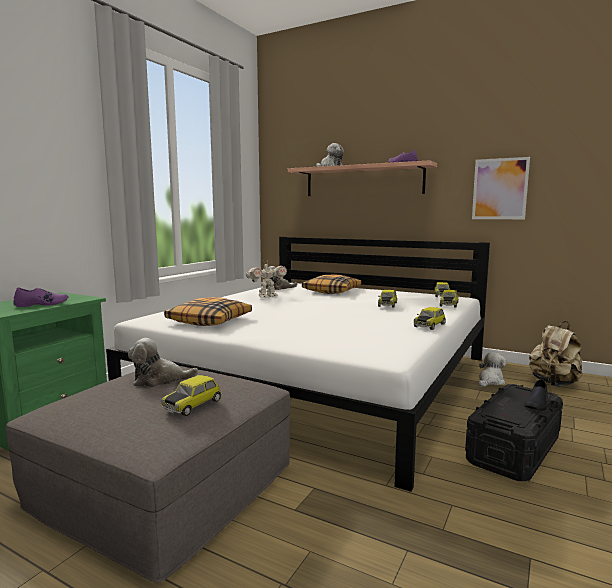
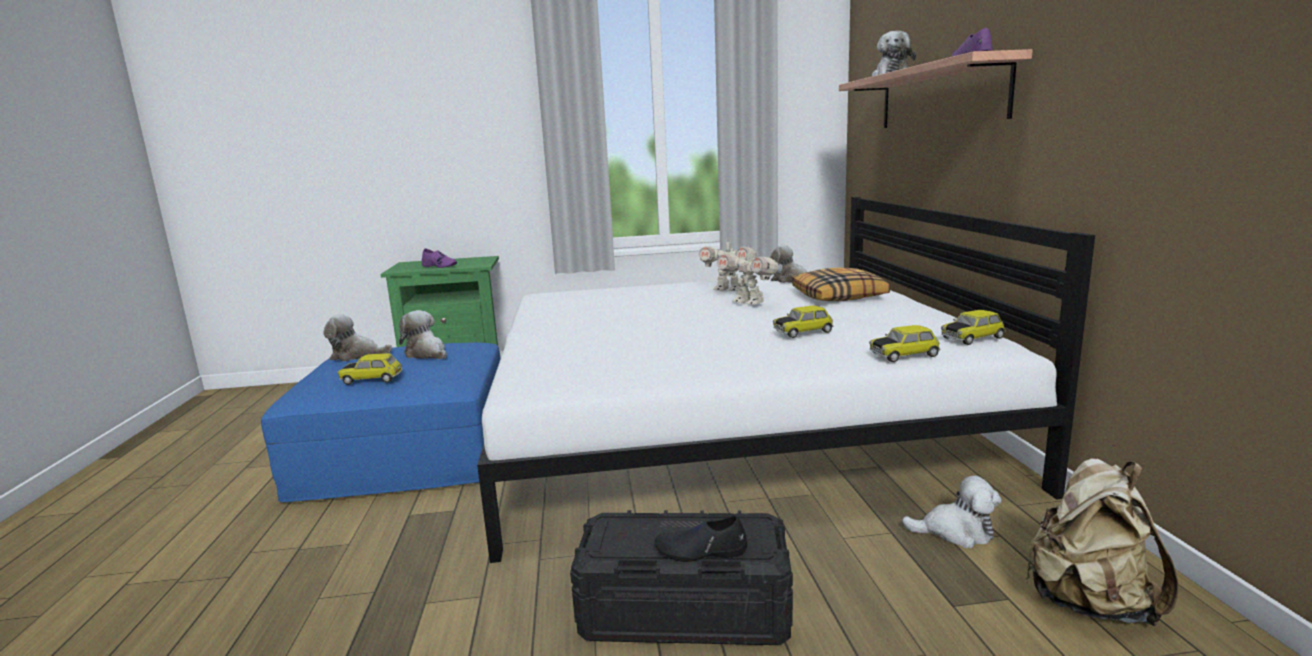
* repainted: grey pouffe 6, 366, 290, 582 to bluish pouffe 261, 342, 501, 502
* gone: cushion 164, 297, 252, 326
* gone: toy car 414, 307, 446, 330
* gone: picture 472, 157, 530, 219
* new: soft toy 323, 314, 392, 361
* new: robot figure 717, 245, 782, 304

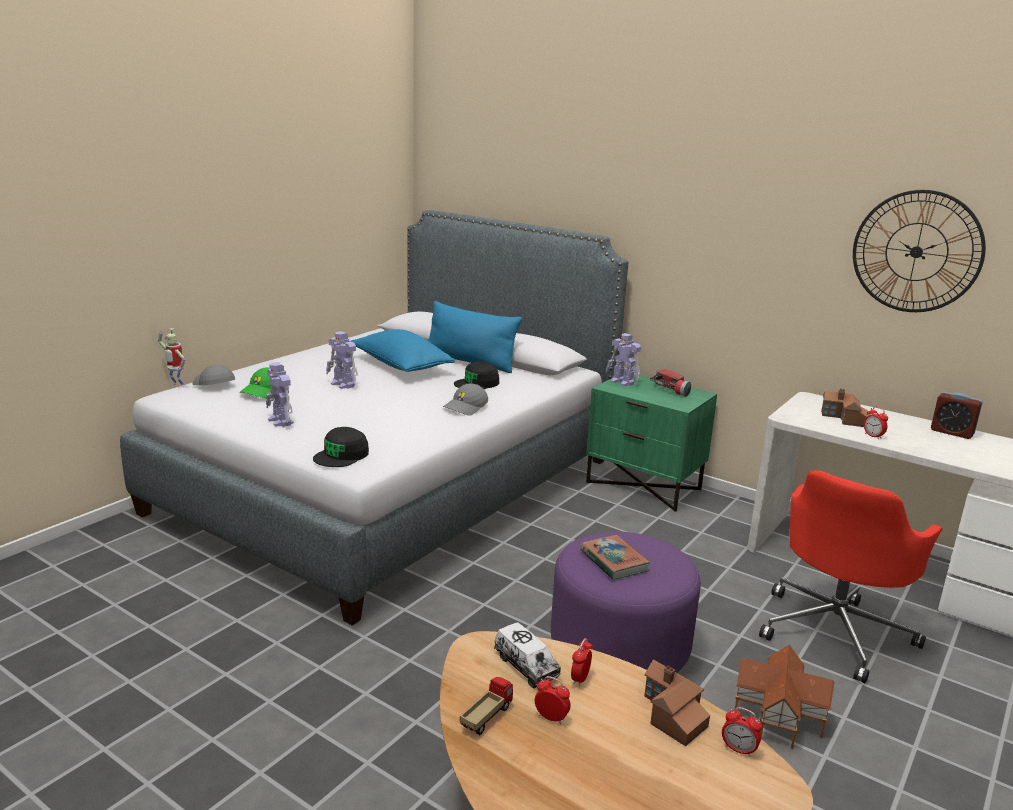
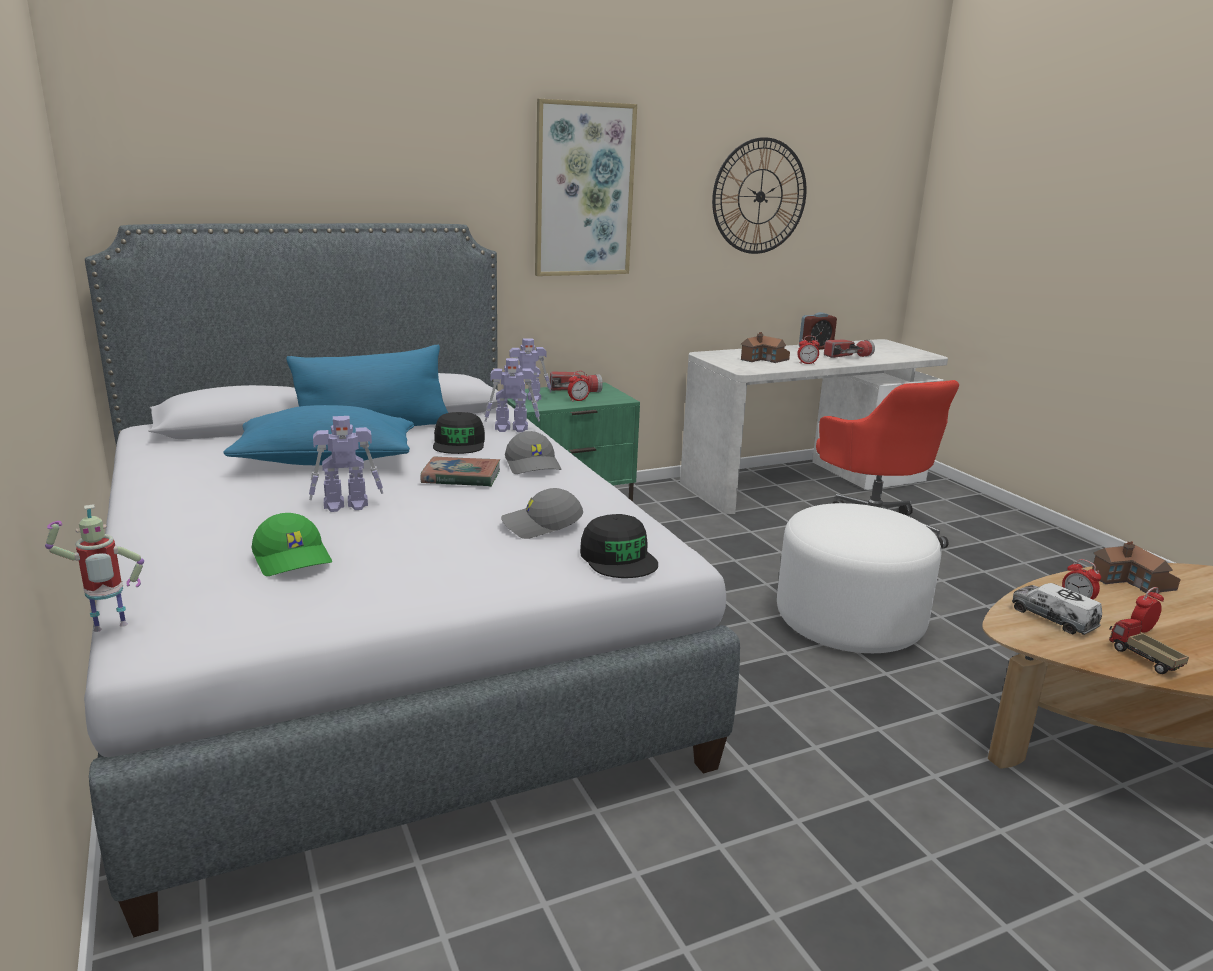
* shifted: grey peaked cap 193, 365, 235, 386 to 501, 488, 583, 539
* shifted: robot figure 266, 362, 294, 427 to 485, 358, 540, 432
* rotated: model truck 494, 622, 561, 688 = 1012, 583, 1102, 635 120 degrees counterclockwise
* repainted: purple-coloured pouffe 551, 532, 701, 673 to white pouffe 777, 503, 942, 653
* shifted: volume 580, 535, 651, 580 to 421, 456, 500, 487
* shifted: alarm clock 722, 707, 762, 757 to 568, 371, 590, 402
* gone: toy house 735, 645, 835, 749
* new: picture 535, 99, 637, 276
* new: torch 824, 339, 875, 358

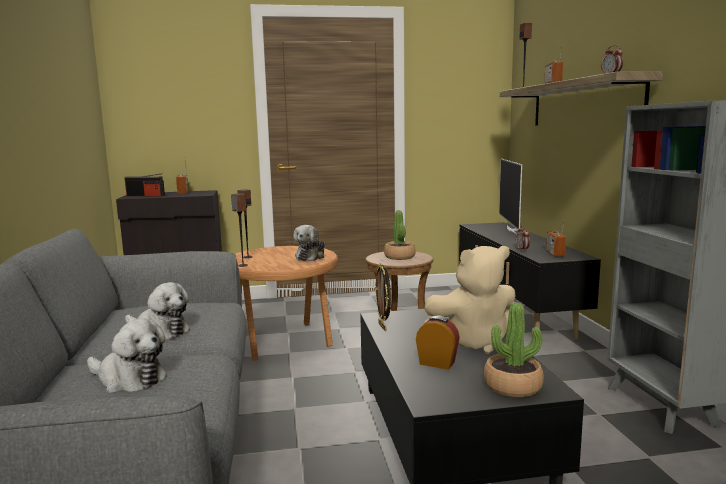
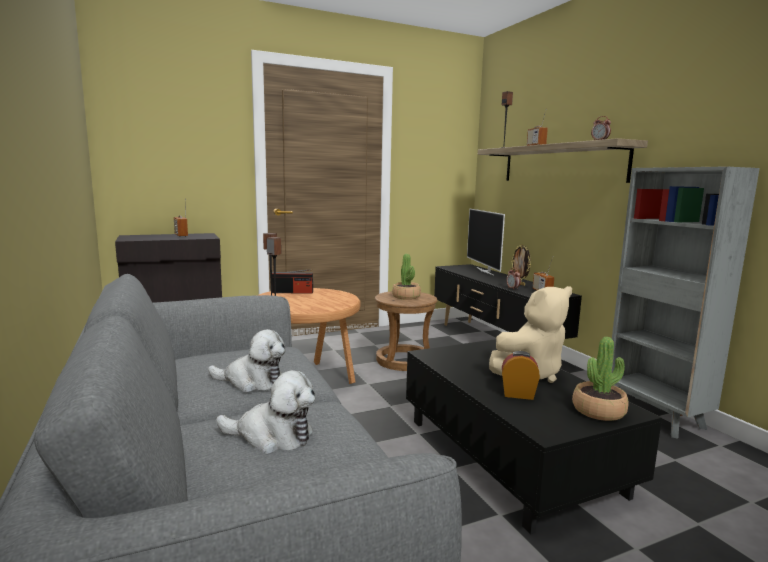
* shifted: radio 125, 173, 165, 196 to 272, 269, 313, 294
* gone: soft toy 294, 225, 325, 261
* shifted: standing frame 375, 263, 391, 331 to 511, 244, 531, 286

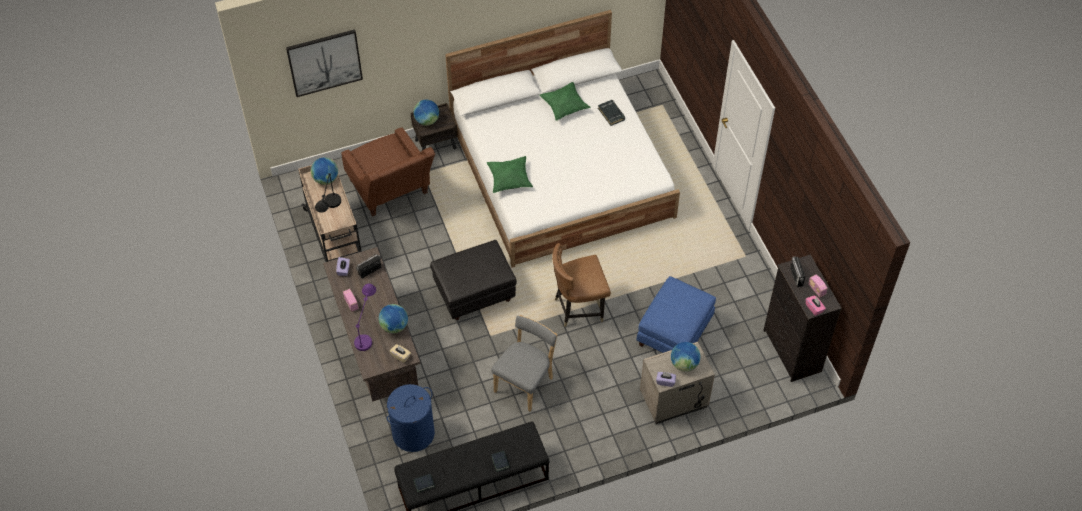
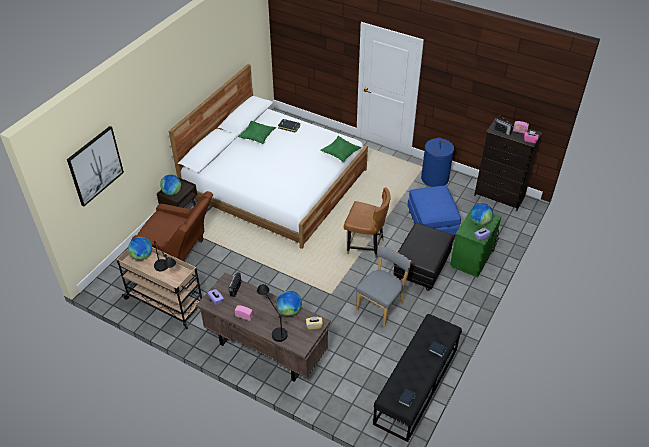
* repainted: purple-coloured table lamp 354, 283, 376, 351 to black-coloured table lamp 257, 284, 288, 342
* shifted: bluish washing basket 387, 384, 435, 452 to 421, 137, 454, 187
* shifted: black-coloured pouffe 430, 240, 517, 320 to 394, 222, 454, 291
* shifted: green-coloured cushion 487, 156, 533, 193 to 321, 136, 362, 162
* rotated: grey chair 491, 315, 557, 411 = 356, 246, 412, 327 45 degrees clockwise
* rotated: brownish chair 552, 243, 611, 327 = 344, 187, 391, 259 105 degrees counterclockwise
* repainted: beige-coloured nightstand 640, 342, 715, 424 to green-coloured nightstand 450, 206, 501, 277

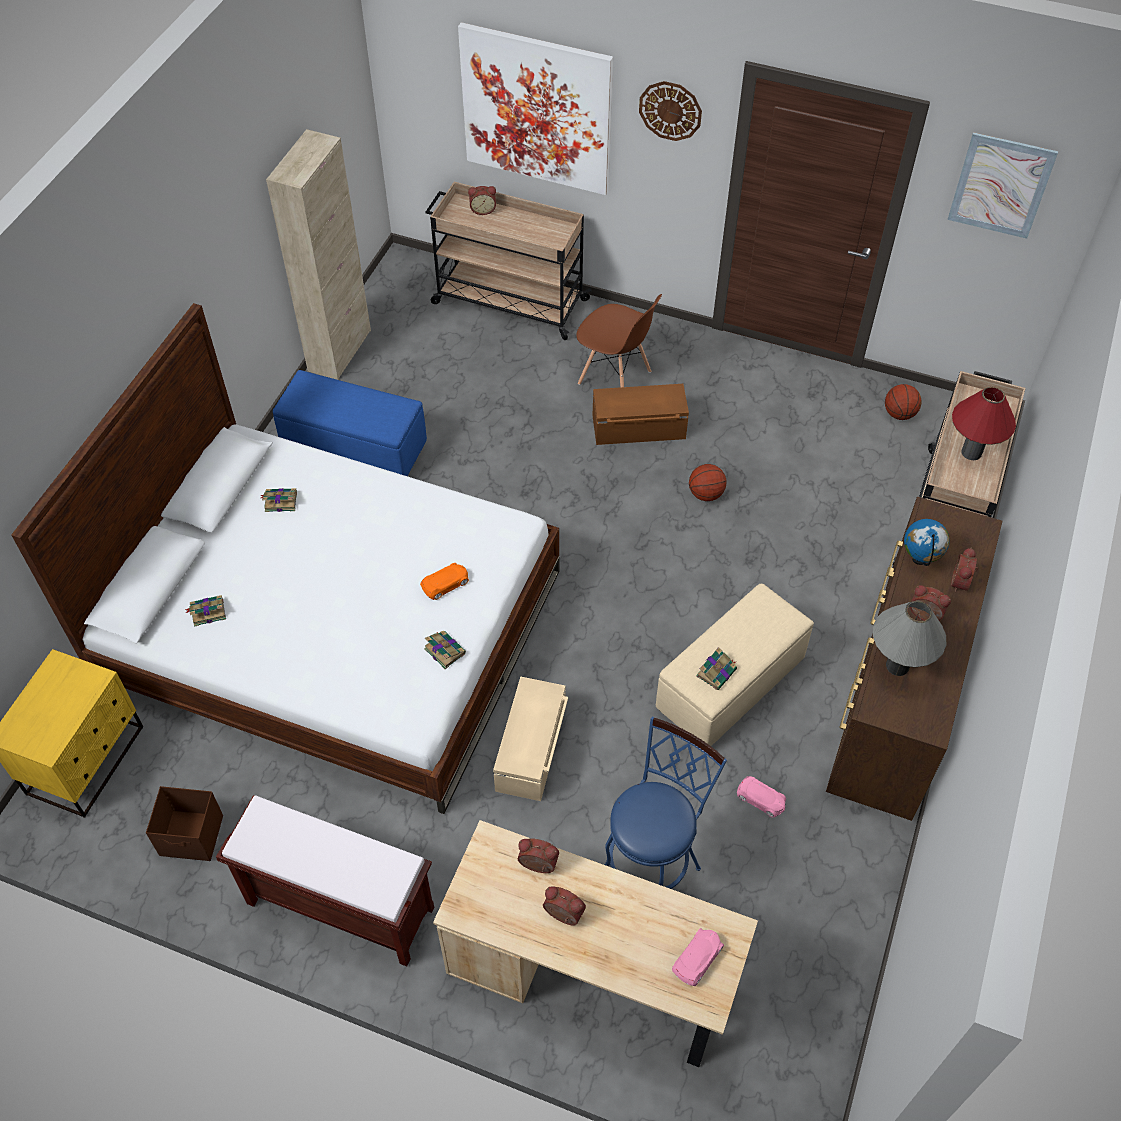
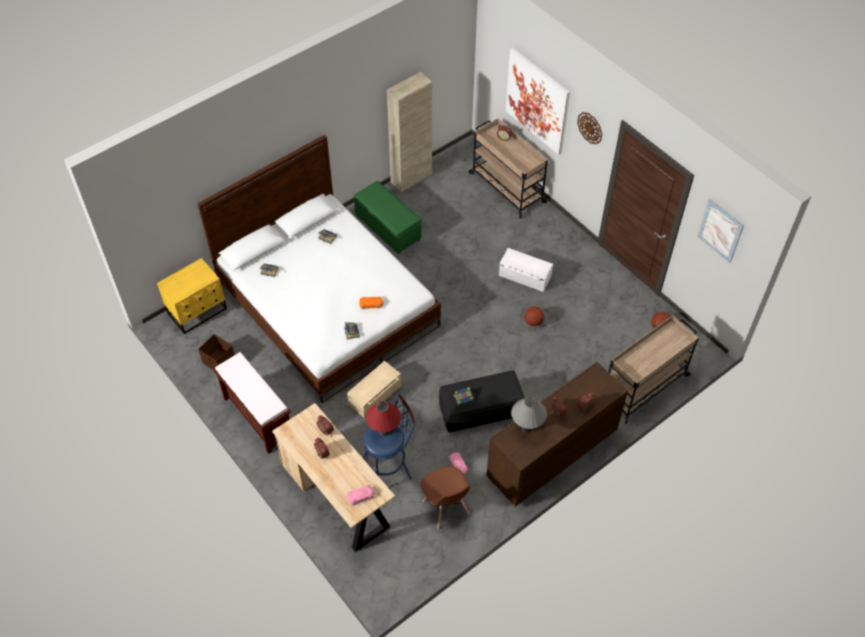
* repainted: bluish pouffe 273, 370, 427, 476 to green-coloured pouffe 354, 181, 422, 254
* shifted: brownish chair 576, 294, 662, 387 to 421, 466, 470, 529
* repainted: brownish storage box 593, 384, 689, 445 to white storage box 499, 248, 553, 292
* repainted: beige-coloured pouffe 656, 584, 814, 746 to black-coloured pouffe 439, 370, 525, 433
* gone: desk globe 904, 519, 949, 566
* shifted: red-coloured table lamp 952, 387, 1016, 460 to 366, 401, 401, 436

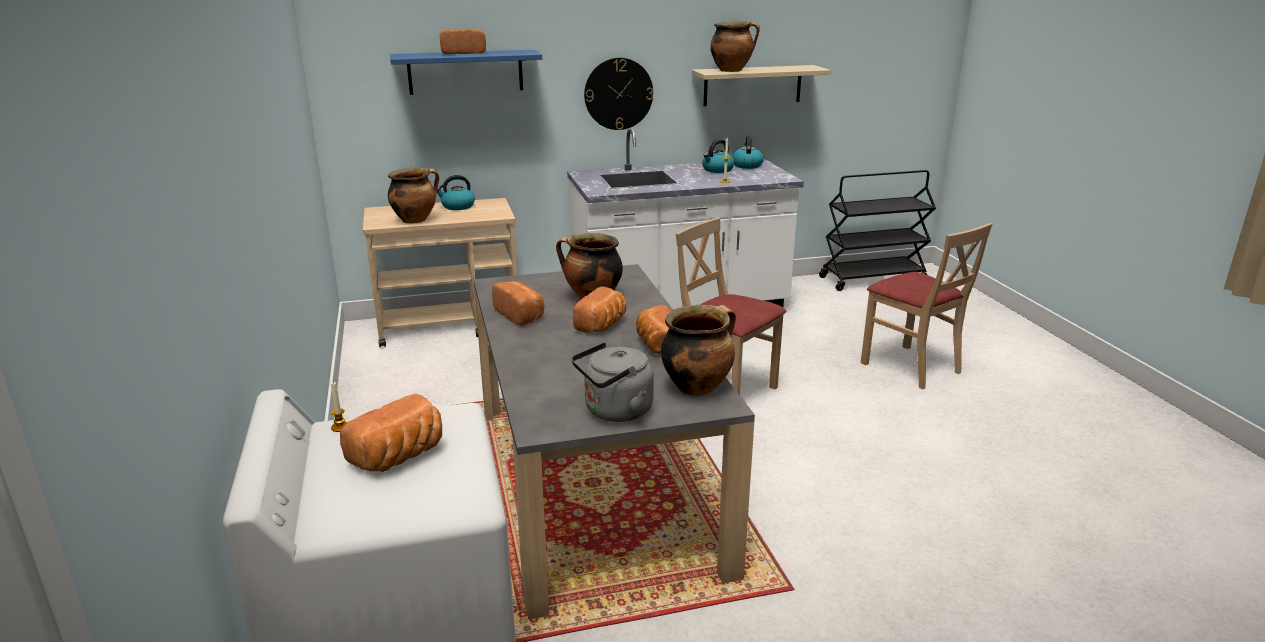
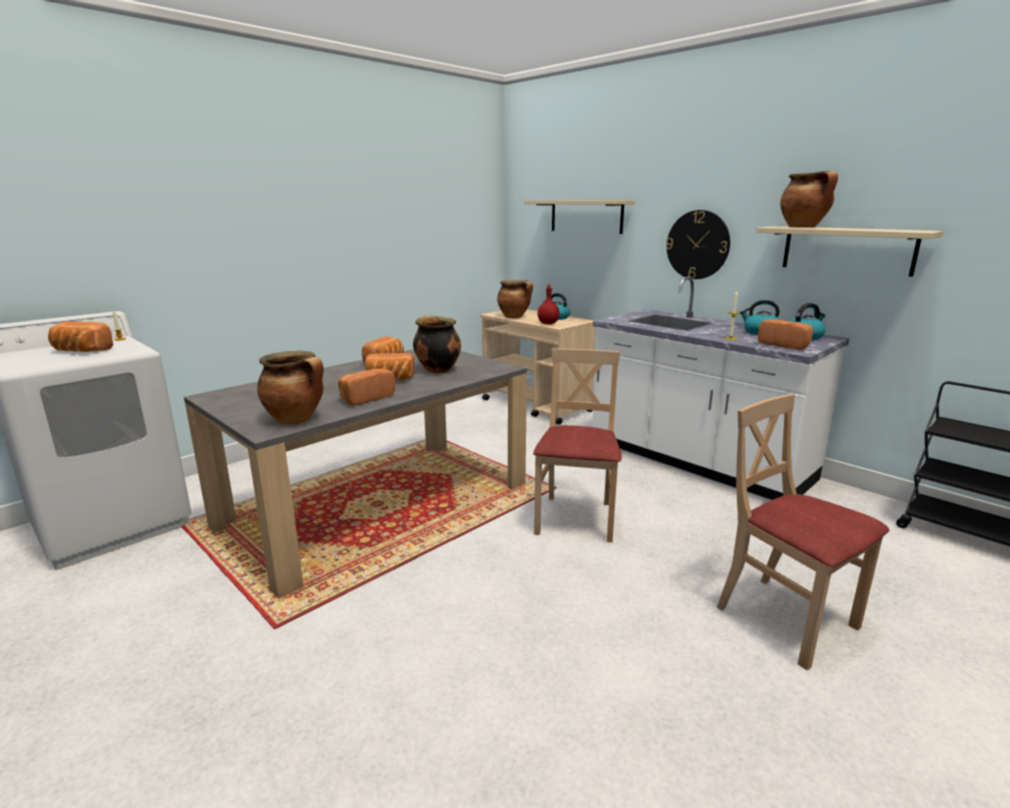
* repainted: bluish shelf 390, 50, 542, 95 to beige-coloured shelf 524, 200, 635, 234
* shifted: bread 440, 29, 486, 54 to 758, 319, 813, 350
* gone: grey tea kettle 571, 342, 654, 422
* rotated: beige-coloured chair 861, 223, 992, 390 = 717, 394, 889, 671 120 degrees clockwise
* new: red-coloured drink bottle 537, 285, 560, 324

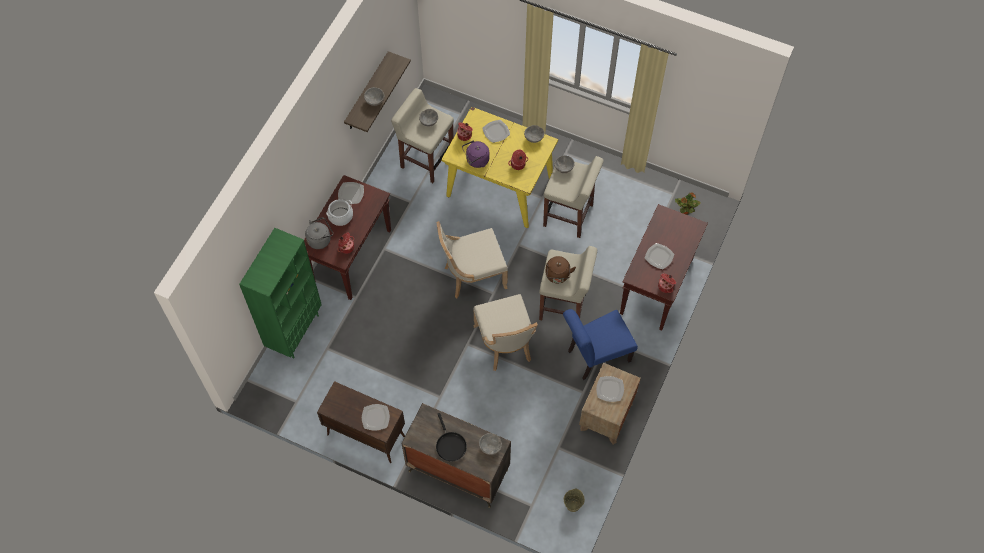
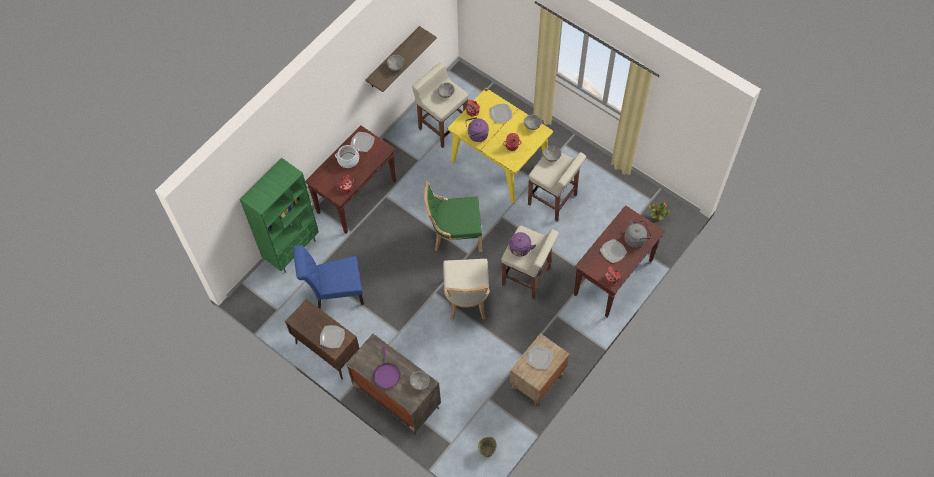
* shifted: grey tea kettle 305, 217, 333, 249 to 624, 220, 651, 248
* repainted: black-coloured pan 436, 413, 467, 462 to purple-coloured pan 373, 345, 400, 389
* repainted: beige-coloured chair 437, 221, 508, 298 to green-coloured chair 424, 181, 482, 252
* repainted: brownish tea kettle 546, 256, 576, 284 to purple-coloured tea kettle 508, 232, 536, 256
* shifted: bluish chair 563, 309, 638, 380 to 293, 245, 364, 309

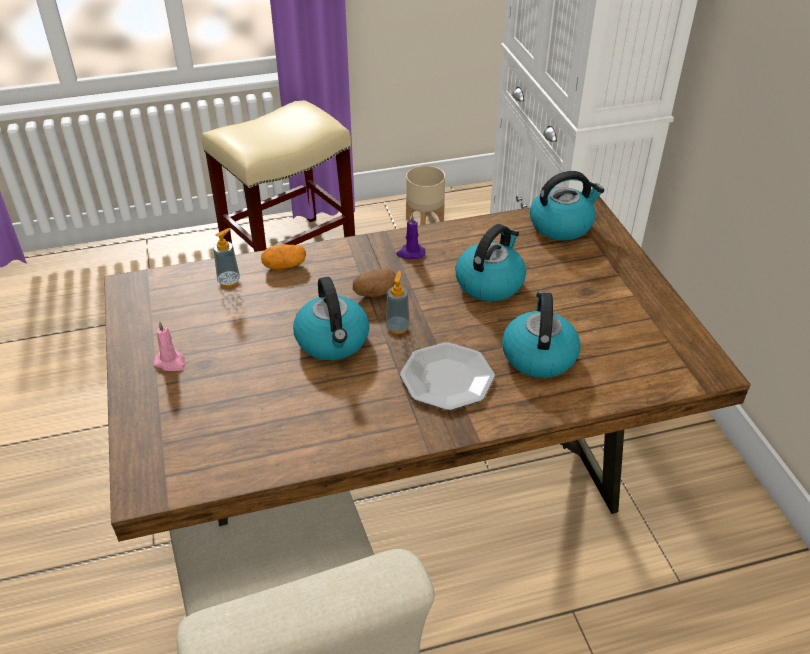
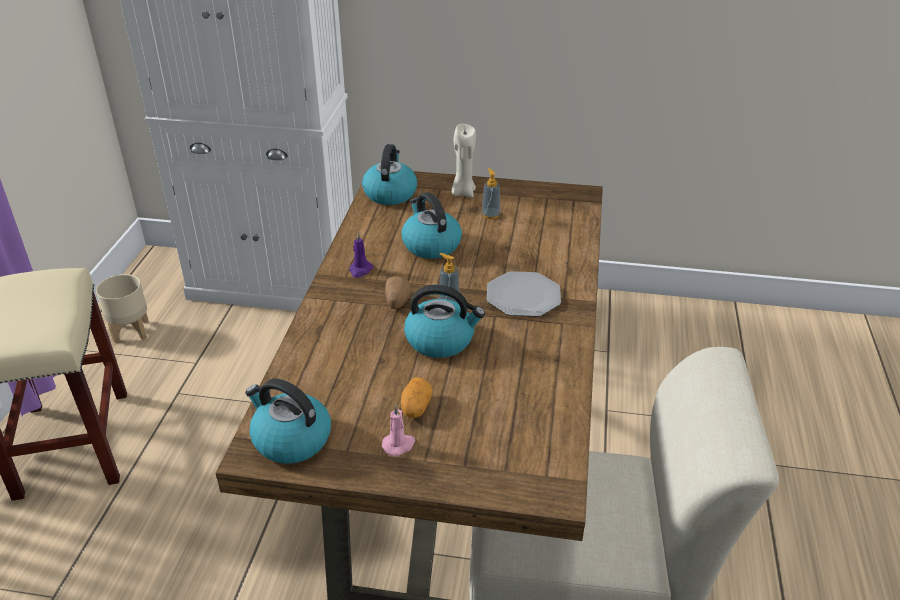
* shifted: soap dispenser 213, 228, 240, 287 to 482, 168, 500, 219
* shifted: potato 261, 244, 306, 270 to 401, 377, 432, 418
* shifted: tea kettle 502, 292, 581, 378 to 245, 379, 331, 464
* new: beige-coloured wax candle 451, 124, 476, 198

